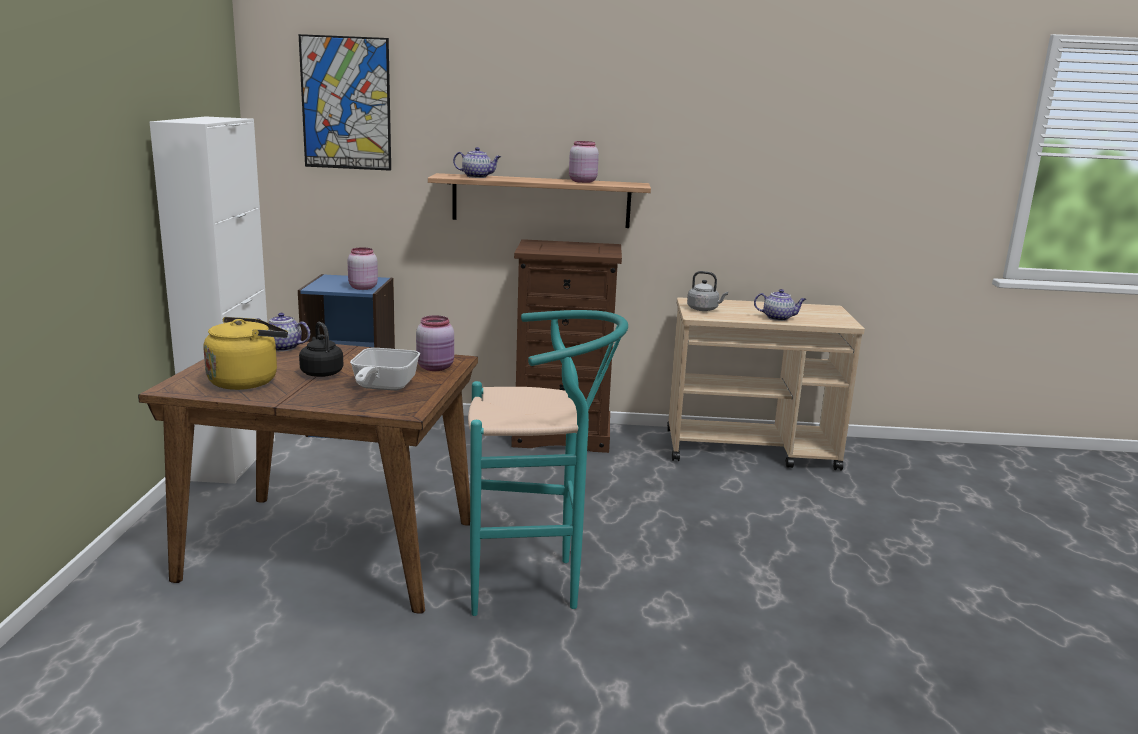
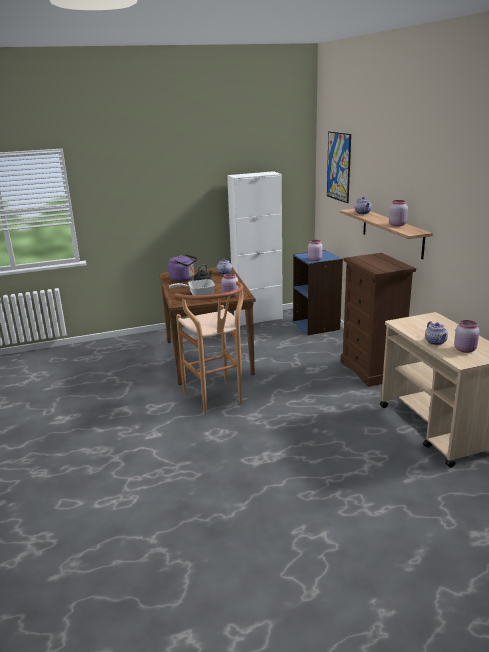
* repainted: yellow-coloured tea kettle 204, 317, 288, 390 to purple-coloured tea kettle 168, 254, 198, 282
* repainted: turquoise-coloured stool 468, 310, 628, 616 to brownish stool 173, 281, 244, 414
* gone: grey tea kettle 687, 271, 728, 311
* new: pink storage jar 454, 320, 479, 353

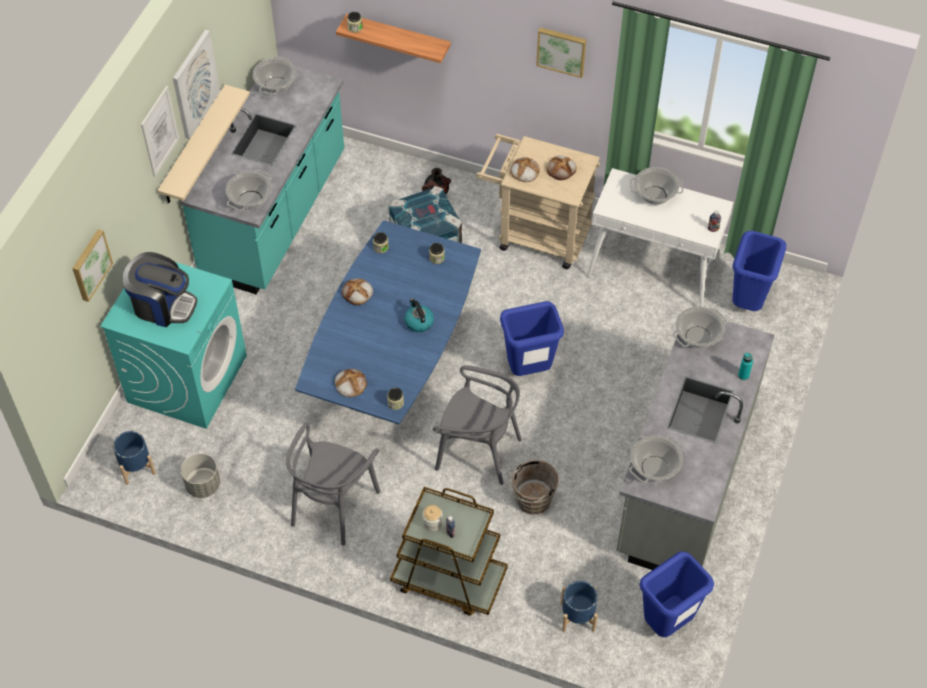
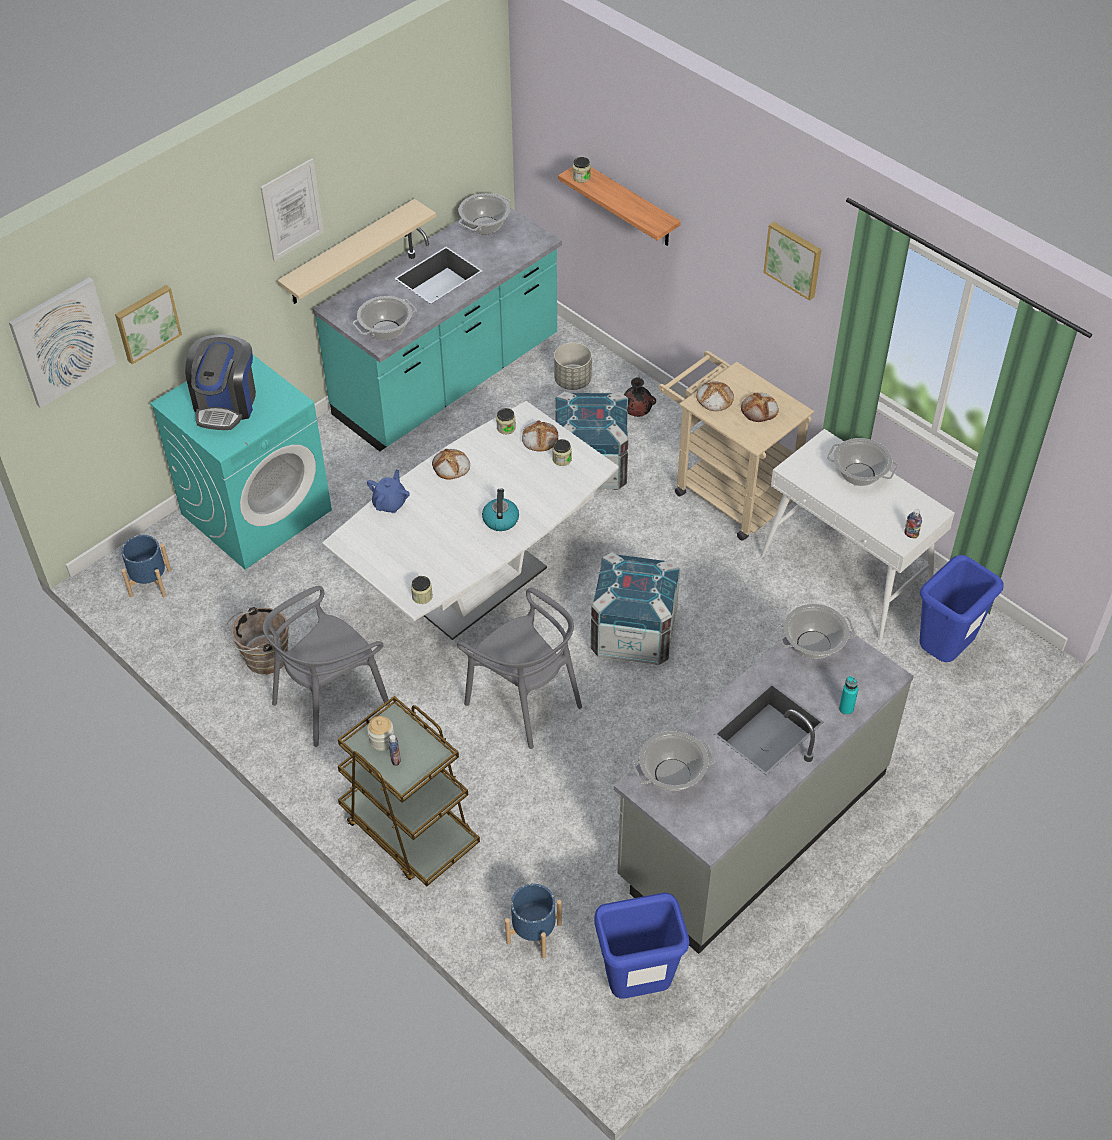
* rotated: coffee brewer 123, 252, 197, 327 = 185, 334, 256, 430 60 degrees clockwise
* shifted: picture 173, 30, 220, 139 to 9, 277, 117, 408
* shifted: grey plant pot 181, 453, 220, 498 to 554, 342, 592, 390
* repainted: bluish dining table 295, 220, 481, 424 to white dining table 322, 401, 619, 640
* shifted: bread 335, 369, 367, 397 to 522, 420, 559, 451
* swapped: bluish rubbish bin 500, 301, 564, 376 to shipping crate 591, 552, 680, 666
* shifted: brownish bucket 508, 460, 558, 514 to 224, 607, 289, 674
* new: bluish pot for tea 367, 470, 410, 513

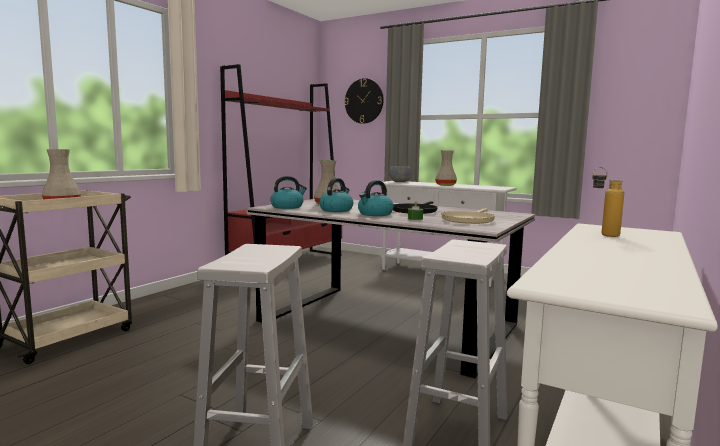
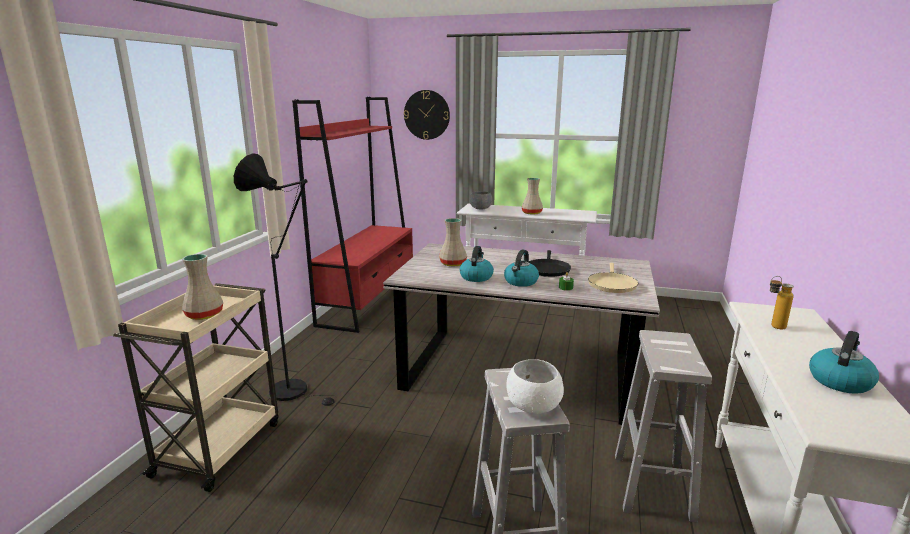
* shifted: tea kettle 271, 176, 307, 209 to 809, 331, 879, 394
* new: black-coloured standing lamp 234, 153, 340, 406
* new: white bowl 506, 359, 564, 414

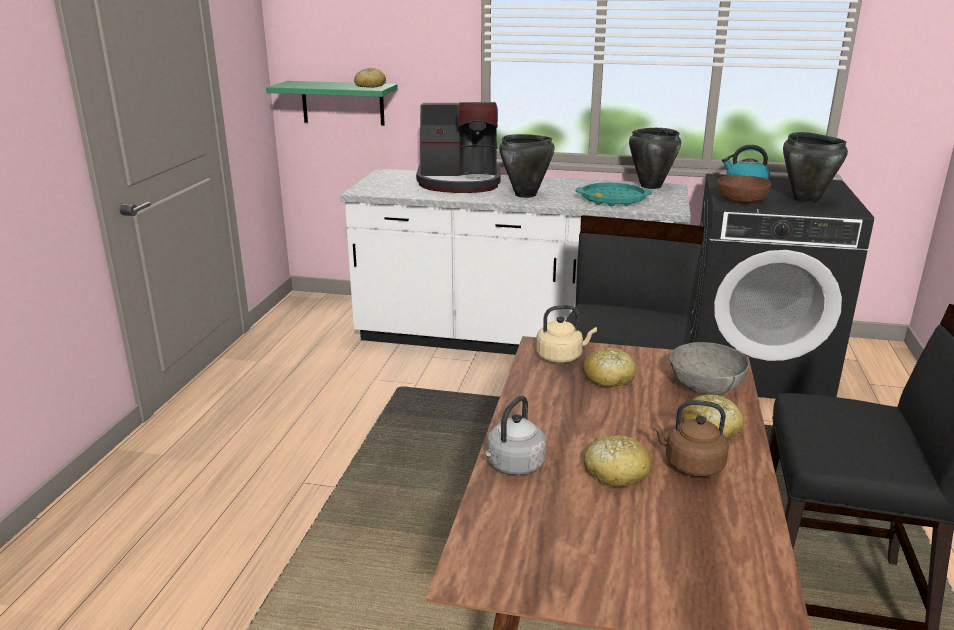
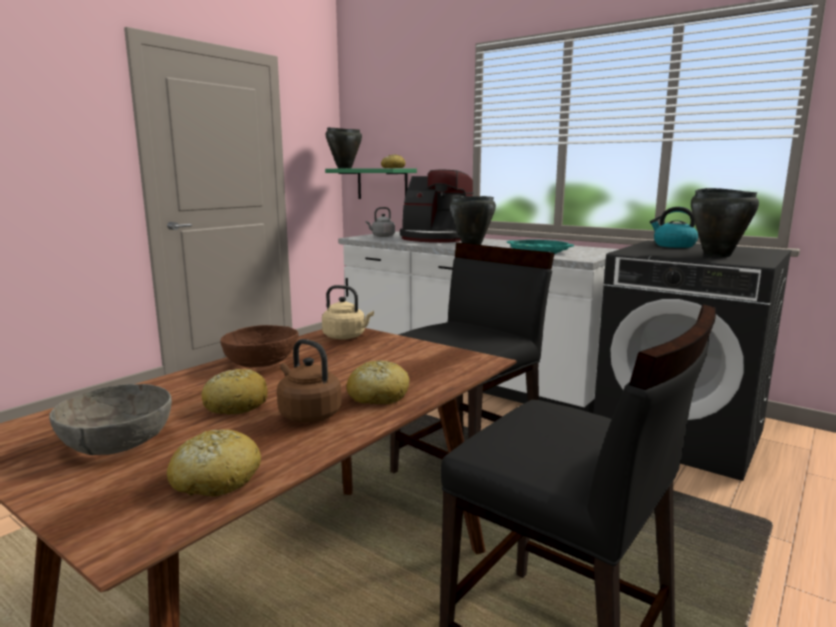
* shifted: grey tea kettle 485, 396, 546, 475 to 366, 207, 395, 237
* shifted: bread 583, 348, 637, 387 to 167, 429, 261, 497
* shifted: black-coloured stockpot 629, 128, 681, 189 to 326, 127, 362, 168
* shifted: grey bowl 670, 342, 749, 395 to 49, 384, 172, 455
* shifted: brownish bowl 718, 175, 772, 204 to 220, 325, 298, 367

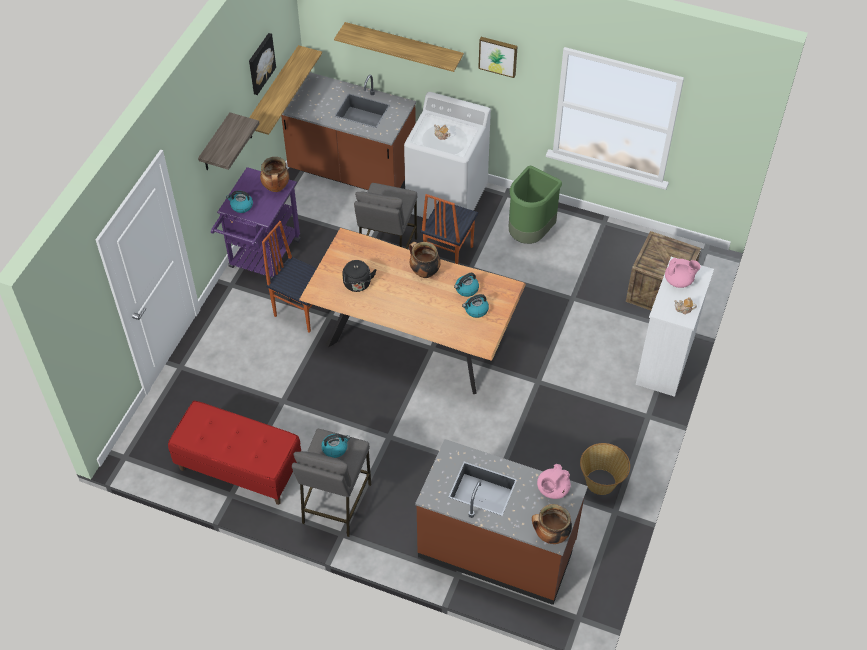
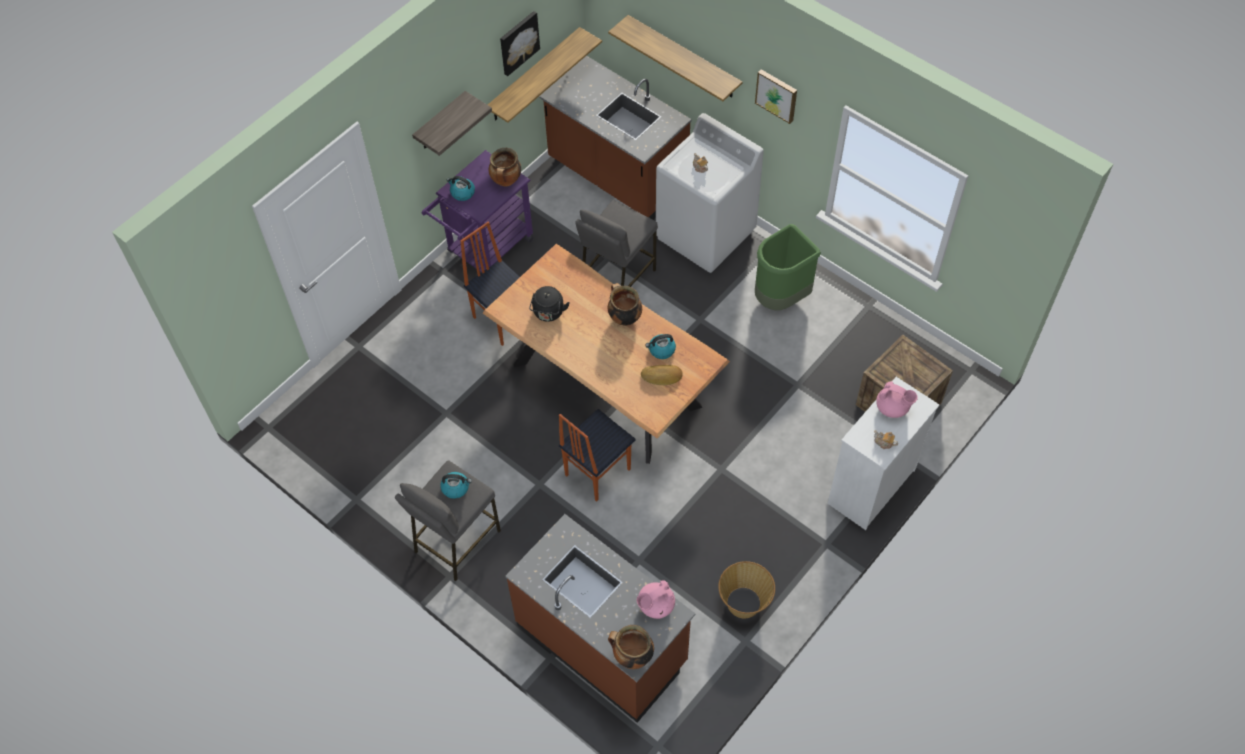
* gone: red-coloured bench 168, 401, 301, 505
* shifted: chair 421, 194, 478, 264 to 559, 409, 636, 502
* swapped: tea kettle 462, 294, 489, 318 to bread 641, 365, 683, 385

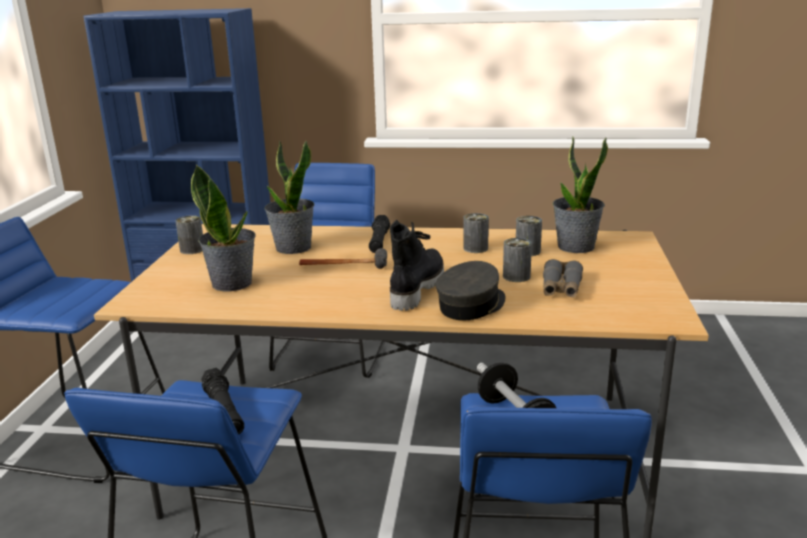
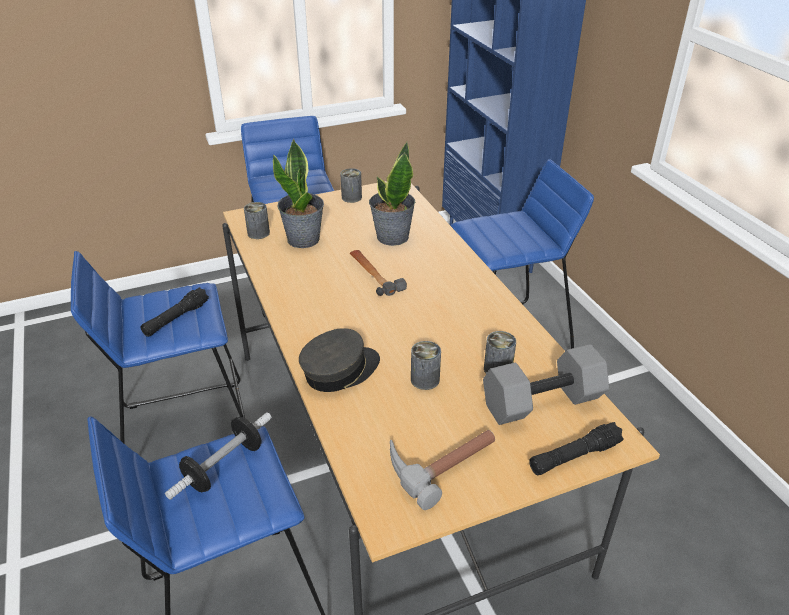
* shifted: black-coloured torch 369, 215, 390, 253 to 529, 422, 624, 475
* gone: black-coloured boot 390, 220, 444, 311
* rotated: grey peaked cap 436, 261, 506, 320 = 299, 328, 380, 392 45 degrees counterclockwise
* shifted: can 463, 213, 489, 253 to 244, 202, 270, 239
* gone: grey field glasses 543, 259, 583, 298
* swapped: houseplant 553, 137, 608, 253 to grey hand weight 483, 344, 609, 425
* new: hand hammer 390, 430, 495, 510

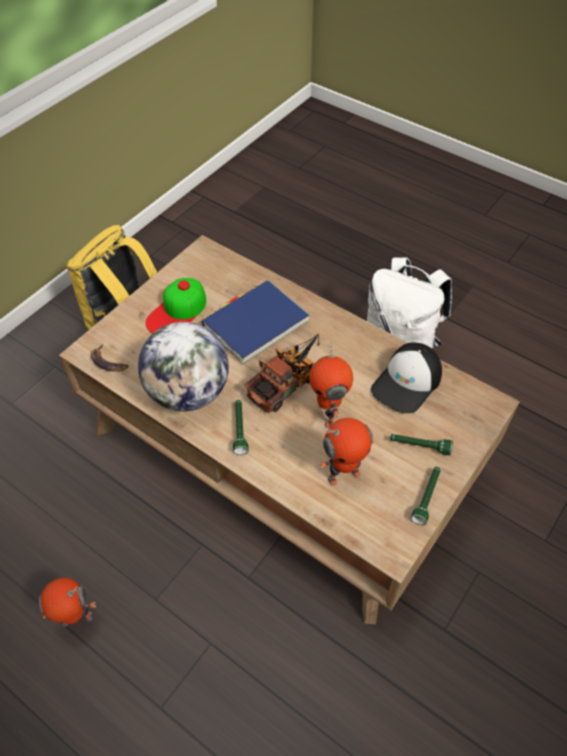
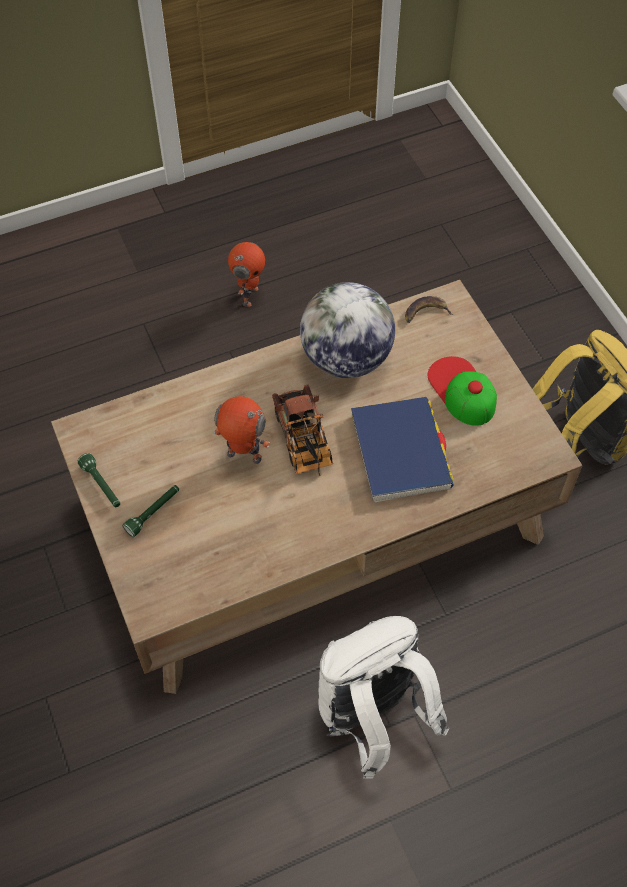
* gone: green-coloured torch 233, 400, 249, 455
* gone: robot figure 319, 418, 373, 486
* gone: peaked cap 371, 343, 442, 413

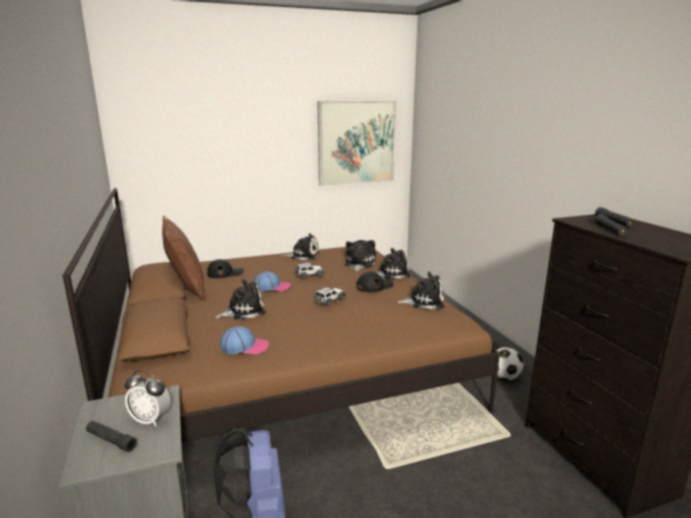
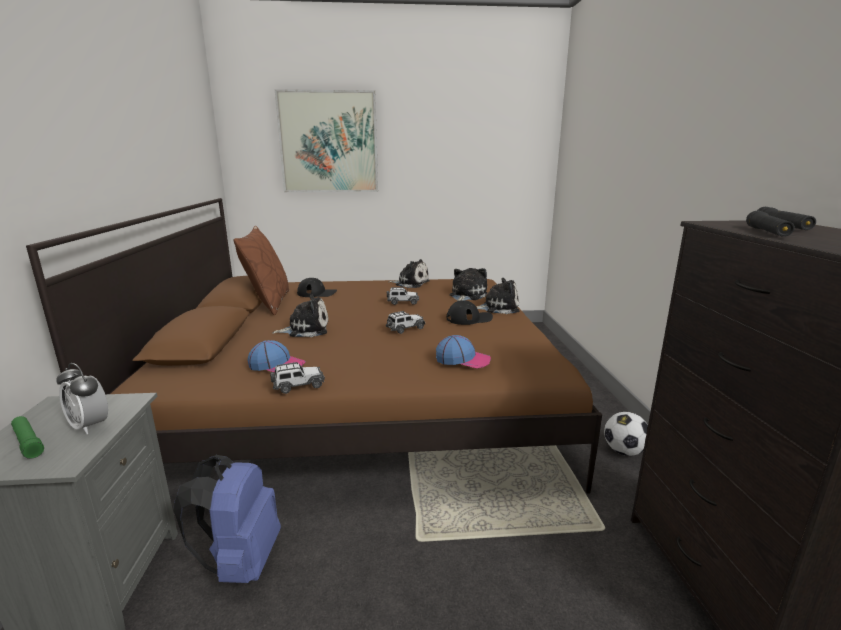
* repainted: black-coloured torch 86, 421, 137, 452 to green-coloured torch 11, 416, 44, 459
* shifted: peaked cap 254, 271, 291, 292 to 436, 335, 491, 369
* shifted: picture 317, 101, 396, 186 to 275, 89, 378, 192
* gone: soft toy 397, 272, 444, 310
* new: toy car 270, 361, 325, 394

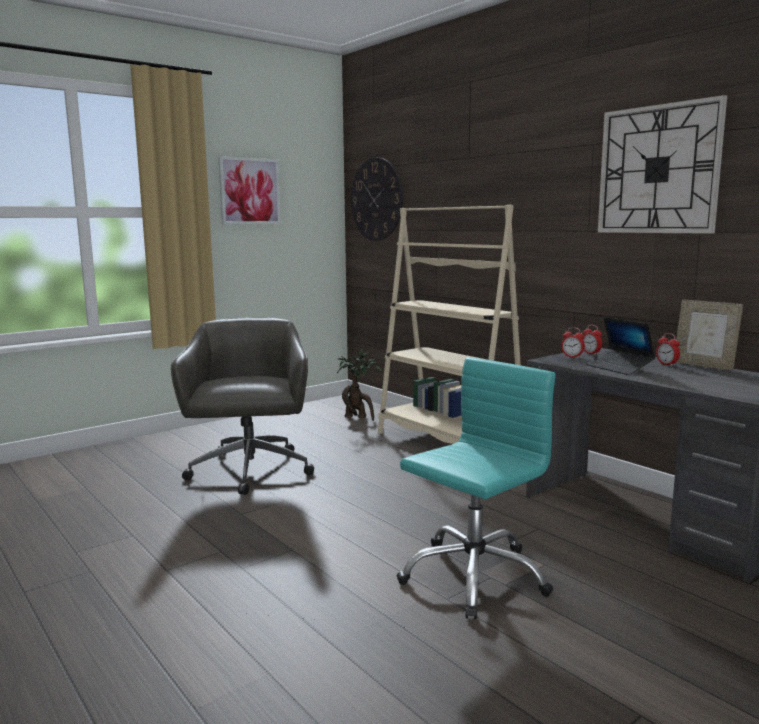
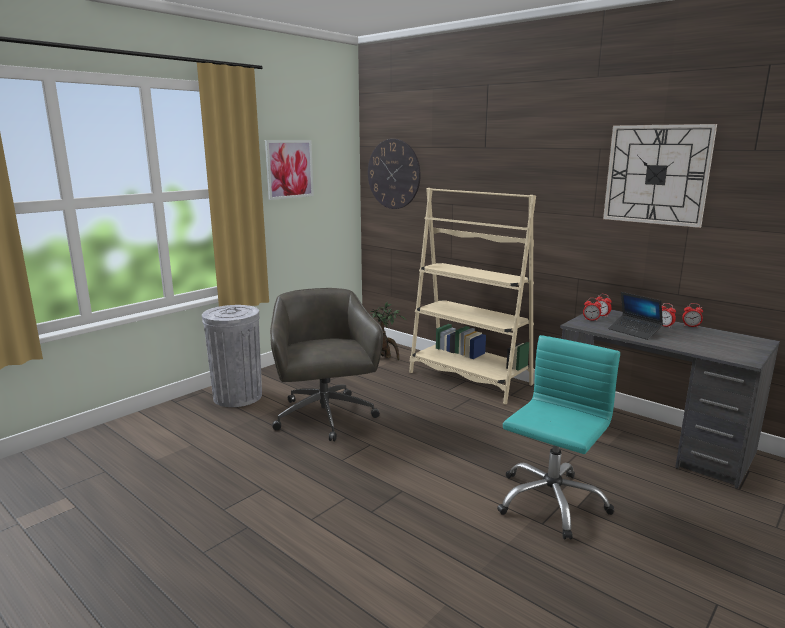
* swapped: standing frame 676, 299, 743, 371 to alarm clock 682, 303, 703, 328
* new: grey rubbish bin 202, 305, 262, 407

